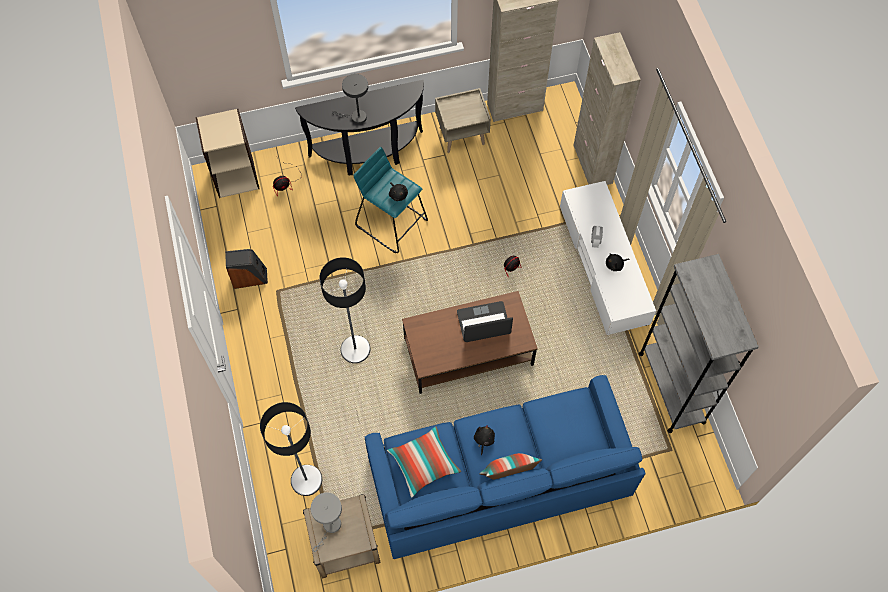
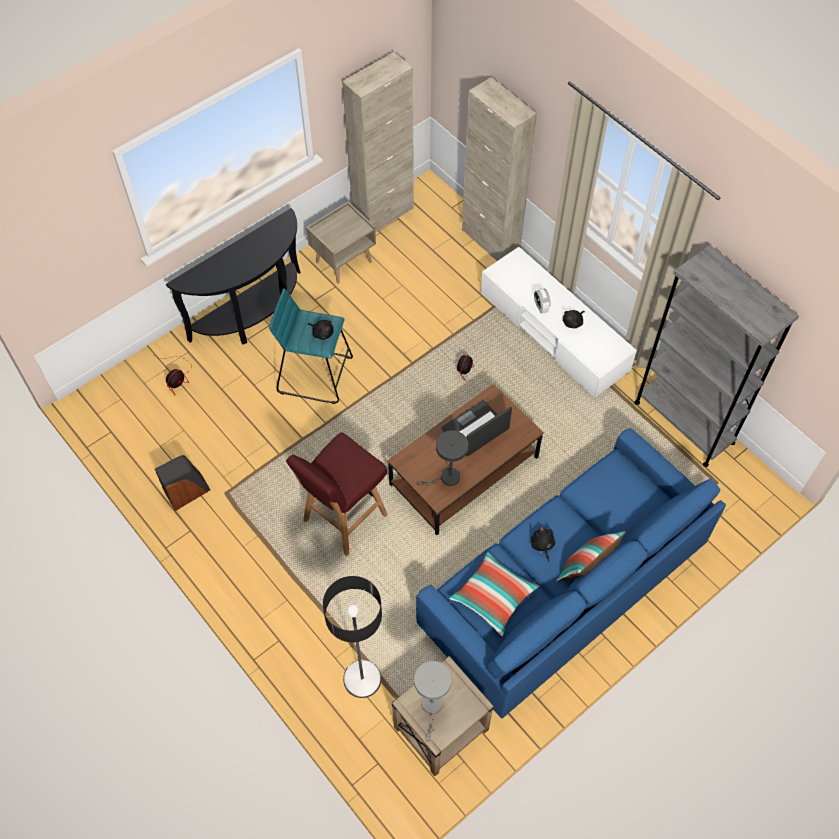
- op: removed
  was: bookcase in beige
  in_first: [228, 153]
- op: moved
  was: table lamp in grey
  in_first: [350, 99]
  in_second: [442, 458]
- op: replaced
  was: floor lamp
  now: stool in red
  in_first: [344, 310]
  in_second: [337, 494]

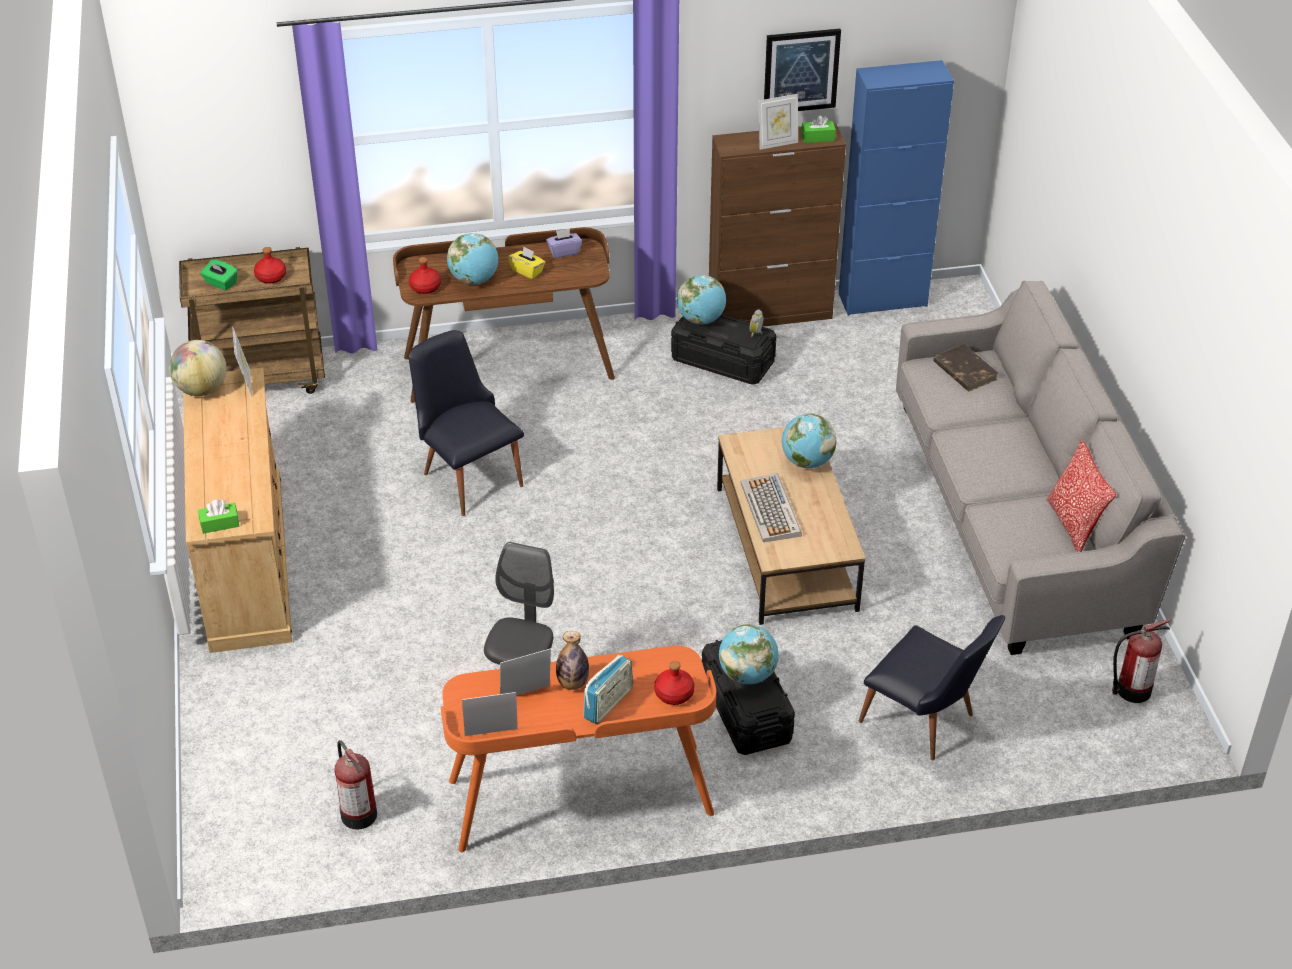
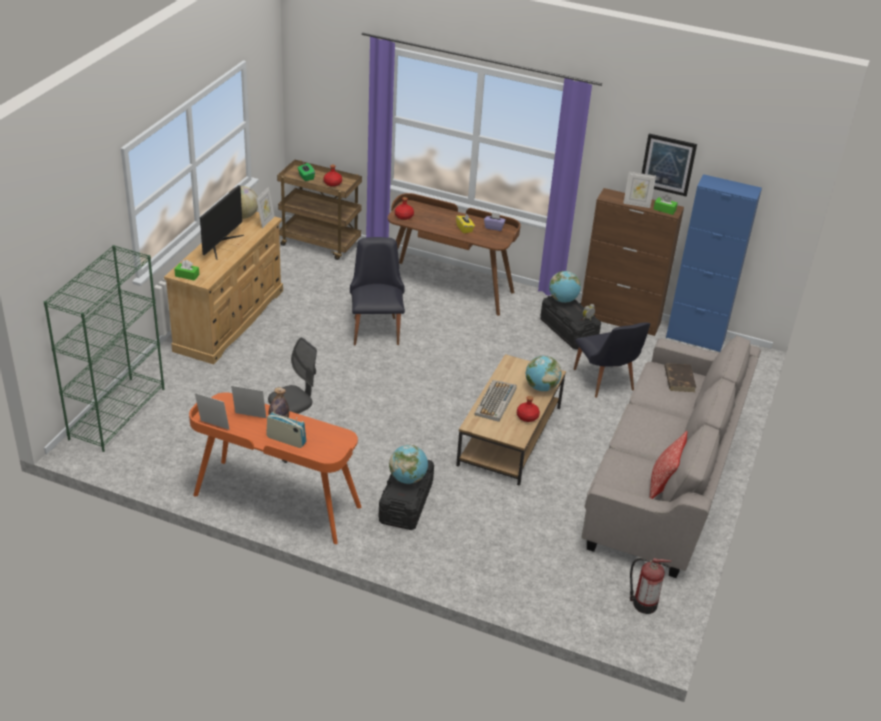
- op: removed
  was: fire extinguisher
  in_first: [355, 784]
- op: removed
  was: globe
  in_first: [472, 259]
- op: added
  now: bookcase in green
  in_second: [104, 348]
- op: added
  now: monitor
  in_second: [222, 222]
- op: moved
  was: bottle in red
  in_first: [674, 683]
  in_second: [528, 409]
- op: moved
  was: chair in black
  in_first: [931, 687]
  in_second: [612, 360]
- op: turned
  was: radio
  in_first: [608, 689]
  in_second: [286, 429]
  clockwise: -135

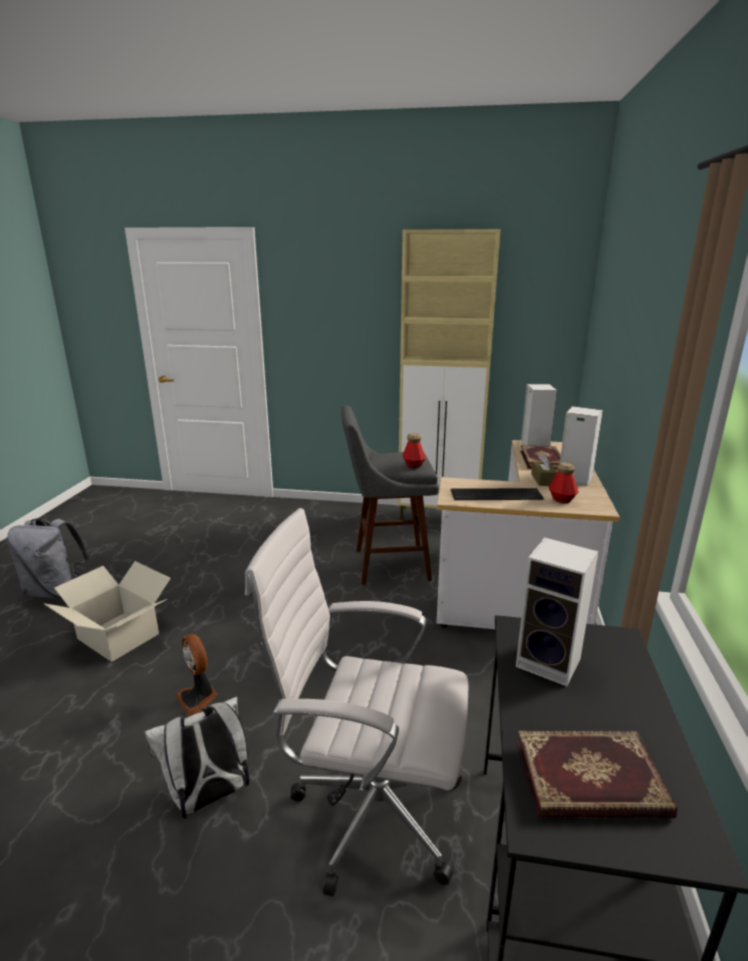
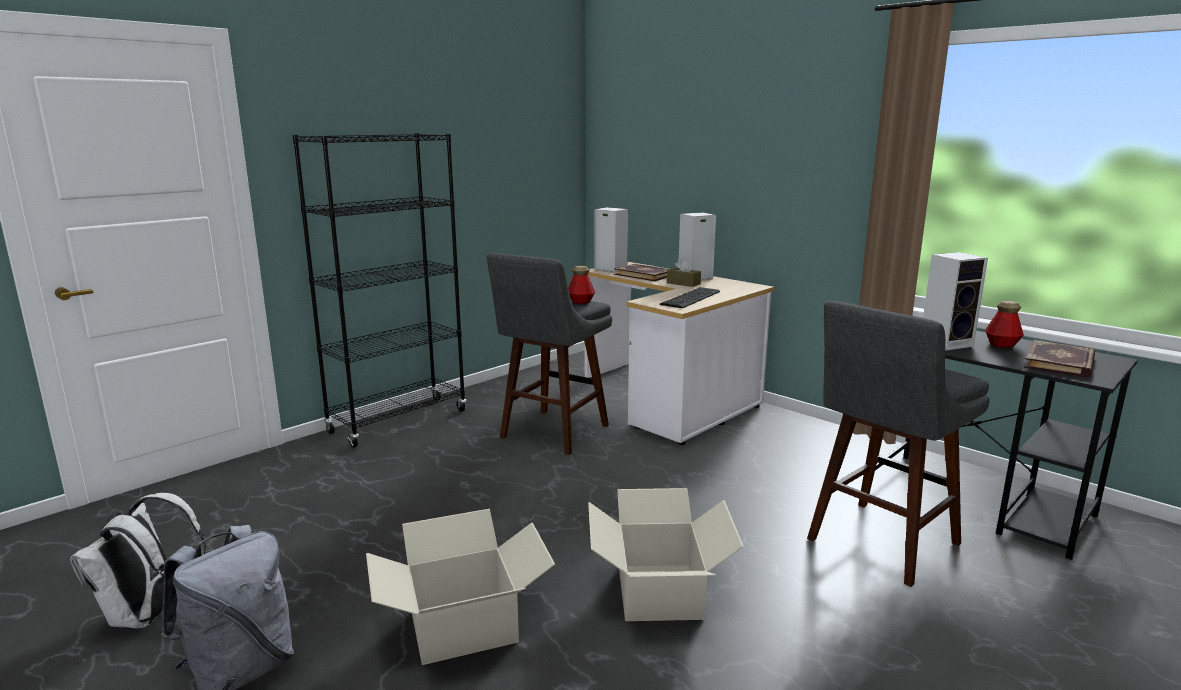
- op: removed
  was: cabinet in beige
  in_first: [449, 374]
- op: added
  now: bookcase in black
  in_second: [379, 290]
- op: moved
  was: backpack in white
  in_first: [196, 758]
  in_second: [138, 560]
- op: moved
  was: bottle
  in_first: [563, 482]
  in_second: [1004, 324]
- op: replaced
  was: fan
  now: cardboard box
  in_first: [196, 675]
  in_second: [666, 554]
- op: replaced
  was: office chair in white
  now: stool in grey
  in_first: [356, 702]
  in_second: [898, 444]

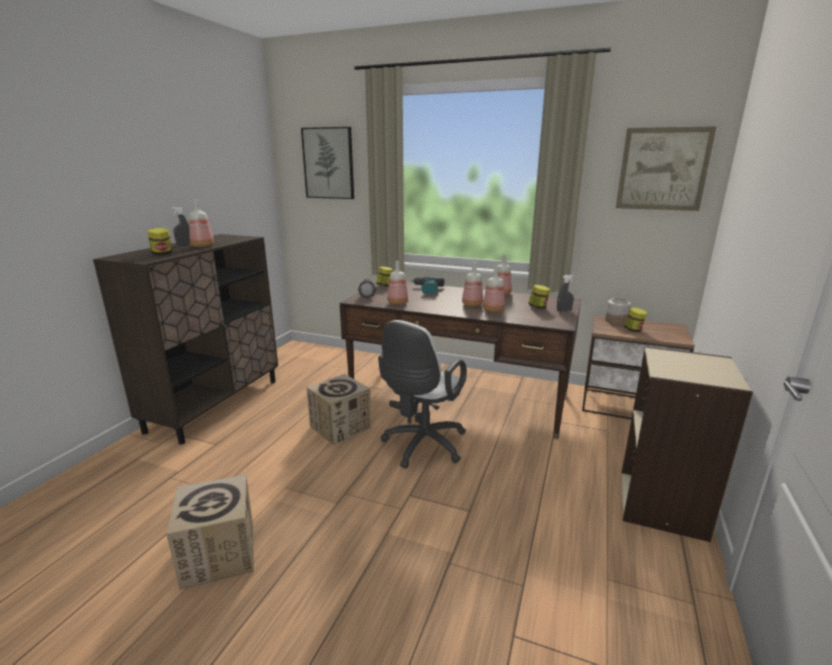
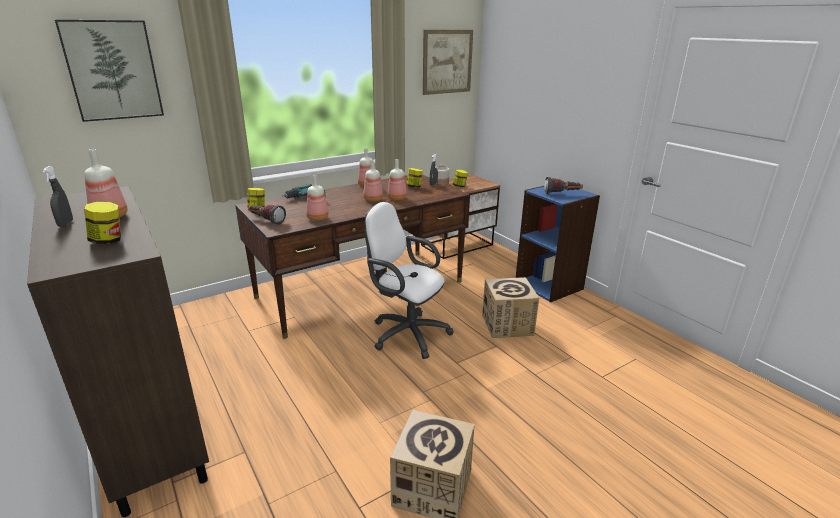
- op: added
  now: flashlight
  in_second: [563, 185]
- op: moved
  was: cardboard box
  in_first: [338, 409]
  in_second: [510, 307]
- op: recoloured
  was: bookcase in beige
  now: bookcase in blue
  in_first: [687, 444]
  in_second: [558, 244]
- op: turned
  was: office chair in white
  in_first: [422, 394]
  in_second: [409, 280]
  clockwise: 150

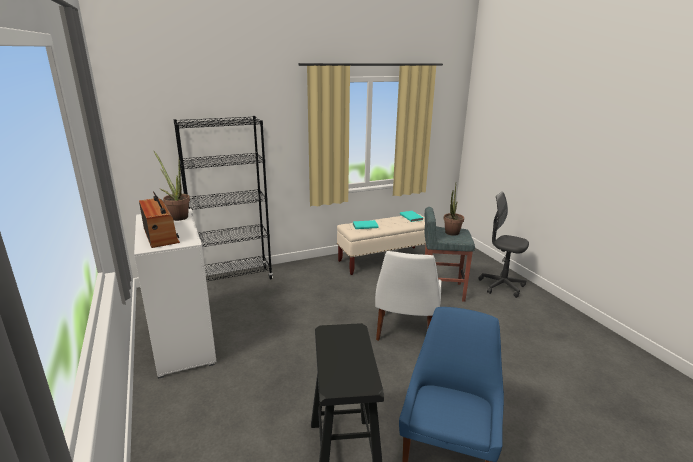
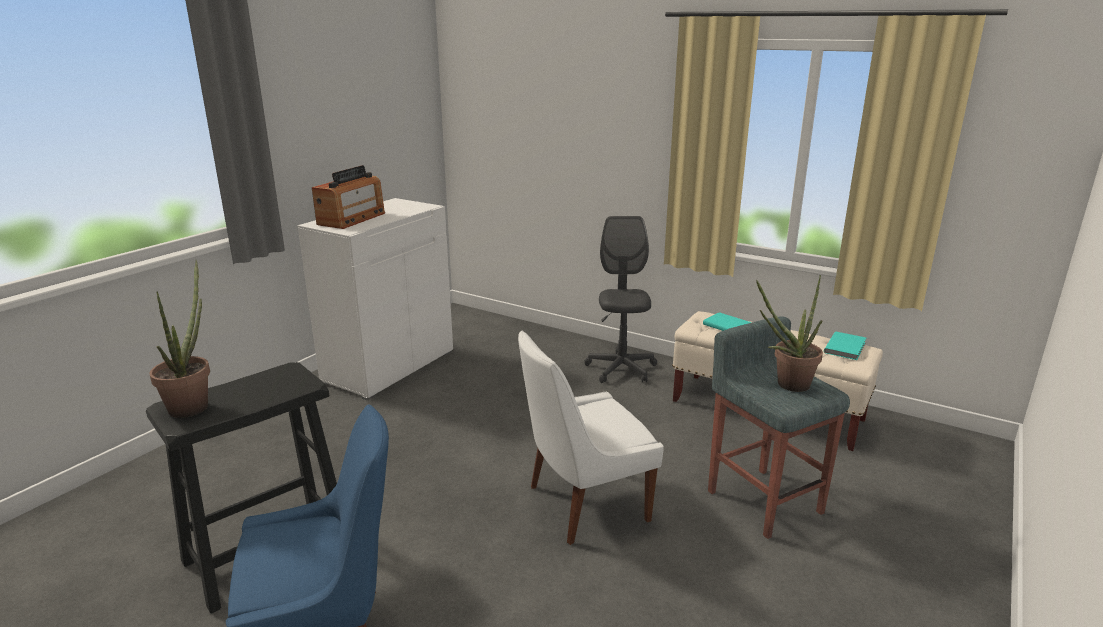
- op: removed
  was: bookcase in black
  in_first: [223, 199]
- op: moved
  was: potted plant
  in_first: [171, 185]
  in_second: [179, 339]
- op: moved
  was: office chair in grey
  in_first: [504, 245]
  in_second: [620, 299]

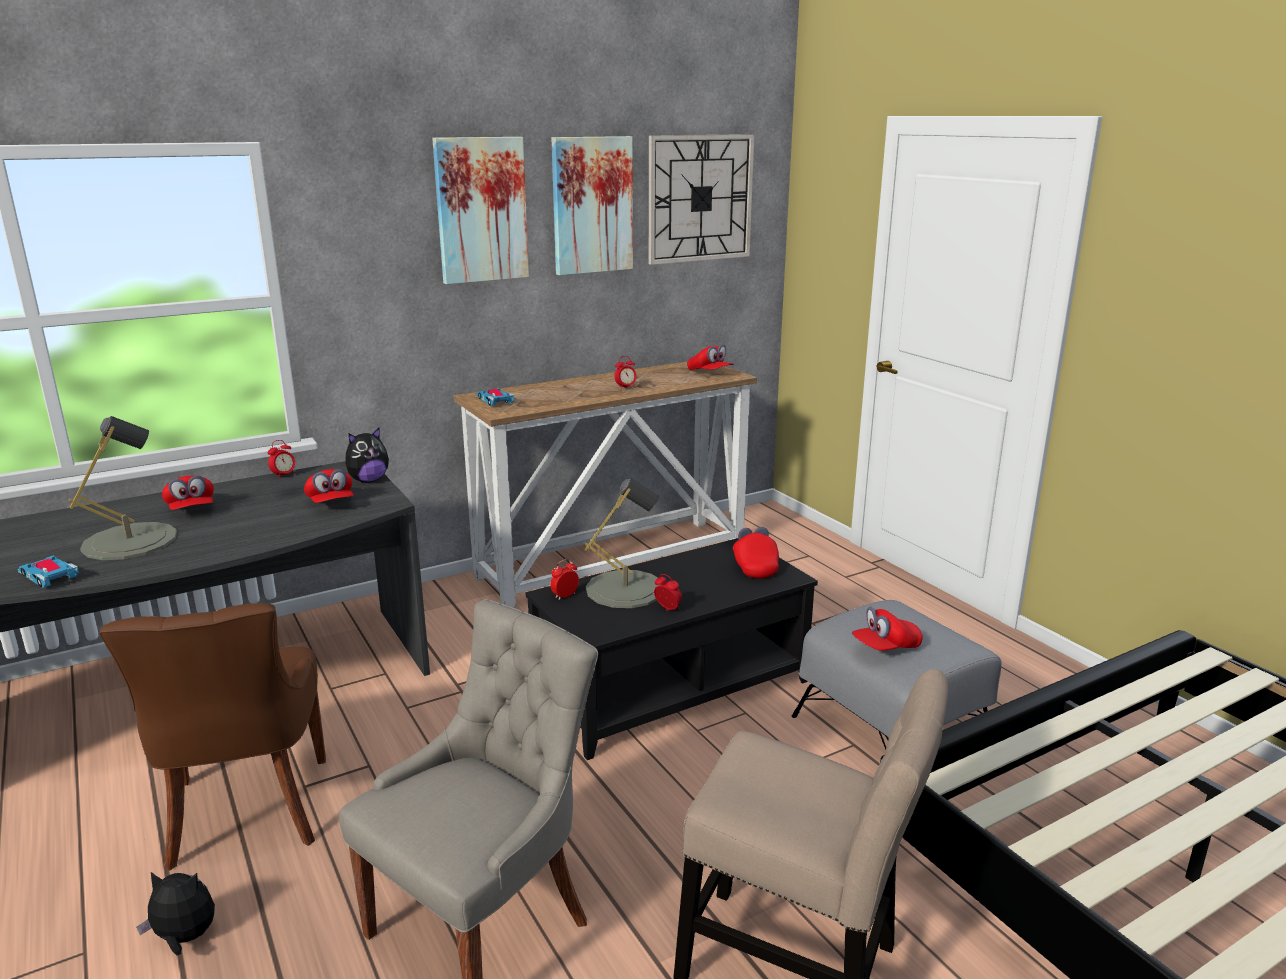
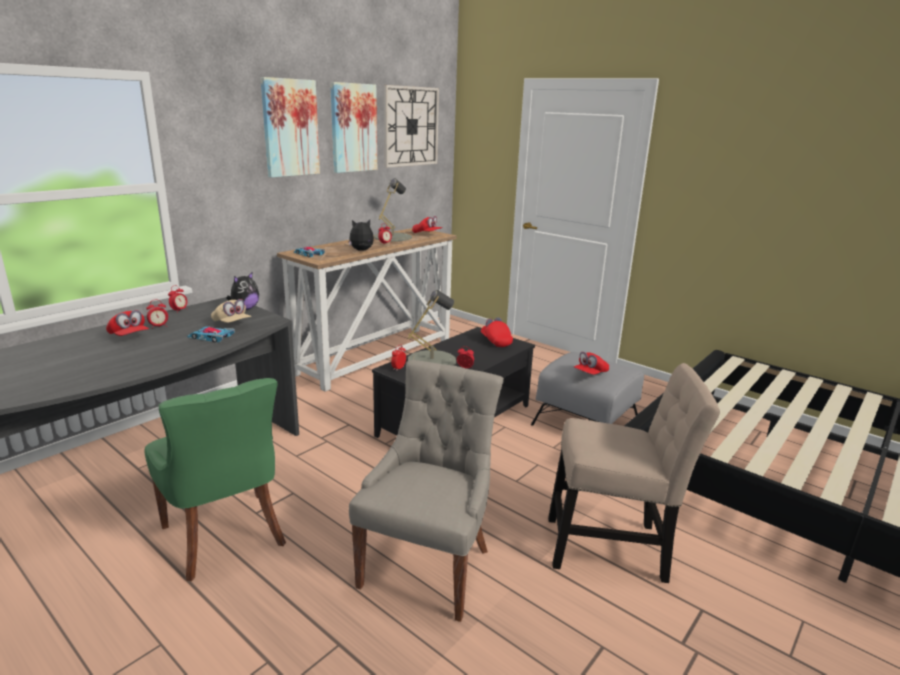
- op: added
  now: alarm clock
  in_second: [157, 314]
- op: moved
  was: toy car
  in_first: [48, 572]
  in_second: [211, 334]
- op: moved
  was: table lamp in grey
  in_first: [123, 488]
  in_second: [393, 210]
- op: moved
  was: plush toy
  in_first: [176, 913]
  in_second: [361, 235]
- op: recoloured
  was: chair in brown
  now: chair in green
  in_first: [212, 737]
  in_second: [215, 479]
- op: recoloured
  was: cap in red
  now: cap in beige
  in_first: [329, 486]
  in_second: [231, 311]

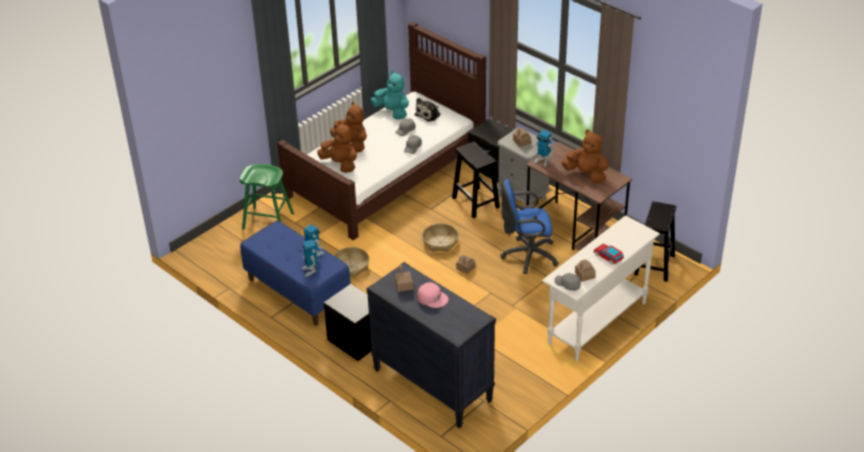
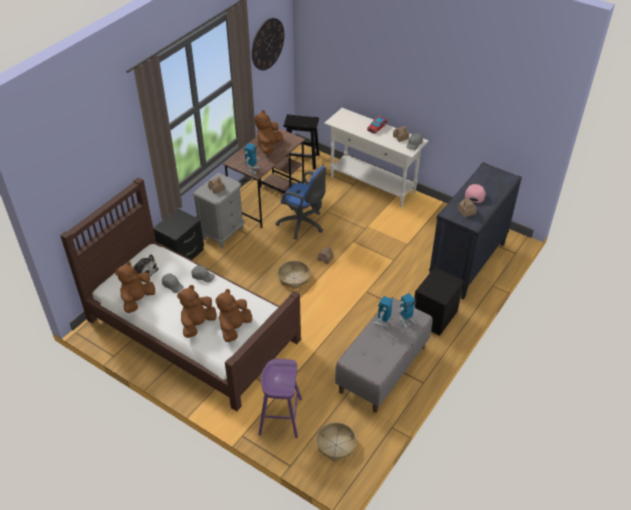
- op: removed
  was: stool in black
  in_first: [476, 180]
- op: added
  now: wall clock
  in_second: [268, 44]
- op: moved
  was: basket
  in_first: [351, 262]
  in_second: [336, 441]
- op: recoloured
  was: stool in green
  now: stool in purple
  in_first: [266, 197]
  in_second: [280, 398]
- op: recoloured
  was: bench in blue
  now: bench in grey
  in_first: [295, 273]
  in_second: [384, 355]
- op: recoloured
  was: plush toy in turquoise
  now: plush toy in brown
  in_first: [390, 95]
  in_second: [135, 287]
- op: turned
  was: office chair in blue
  in_first: [530, 226]
  in_second: [301, 202]
  clockwise: -45

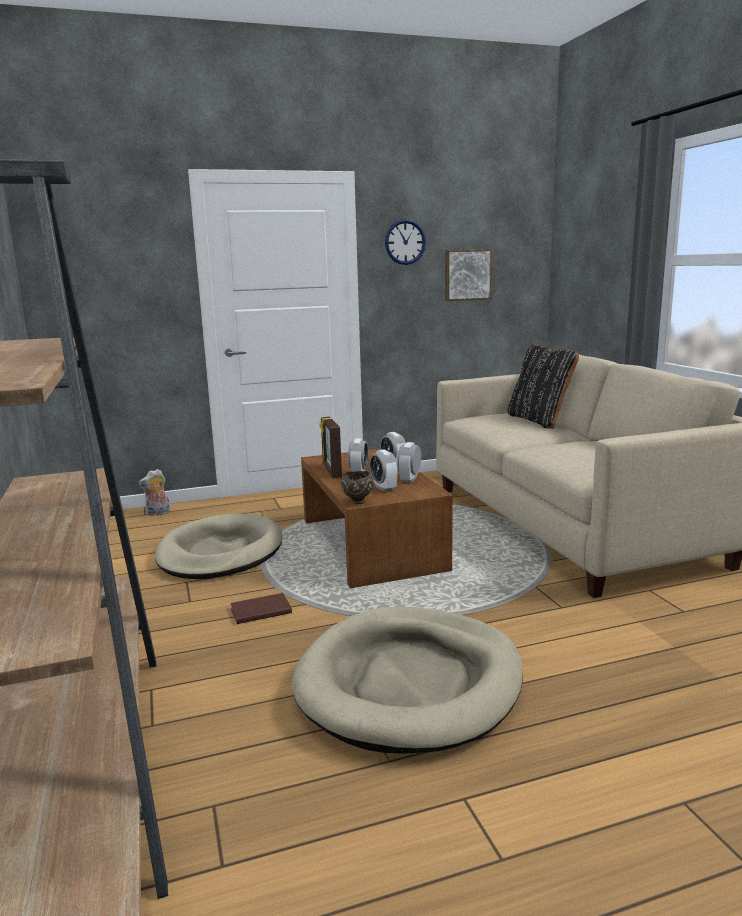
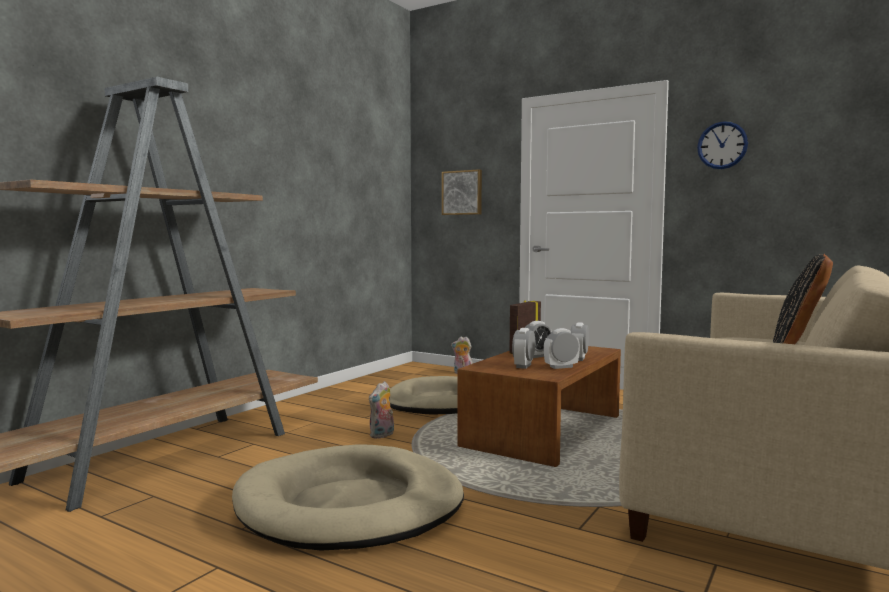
- op: removed
  was: bowl in brown
  in_first: [357, 487]
- op: moved
  was: picture
  in_first: [469, 275]
  in_second: [462, 192]
- op: replaced
  was: book in brown
  now: plush toy
  in_first: [261, 608]
  in_second: [381, 410]

